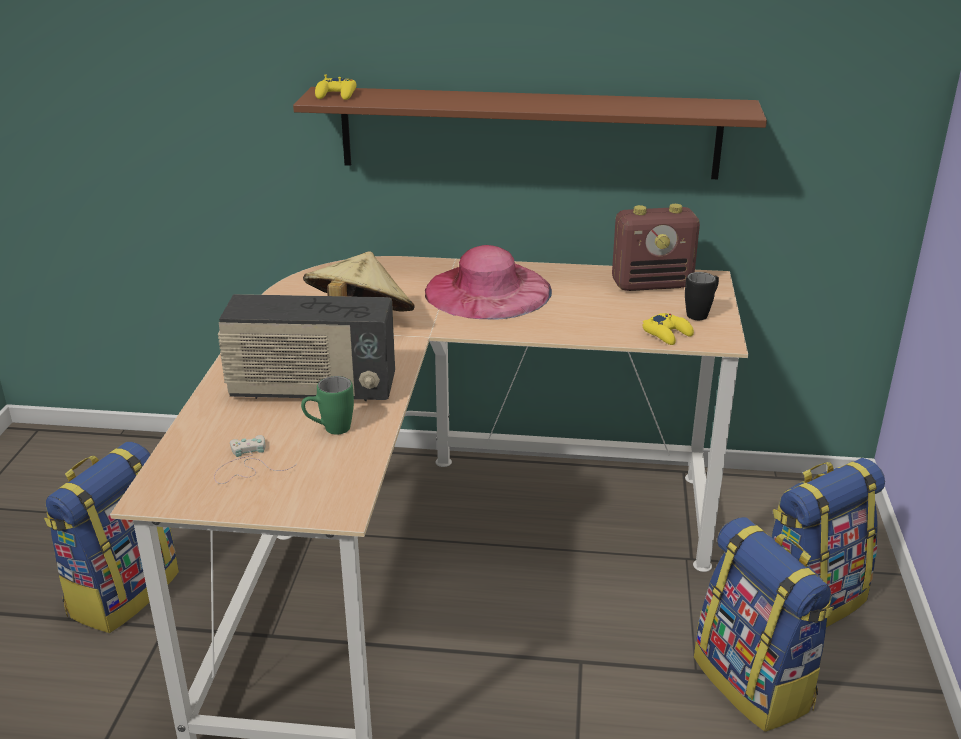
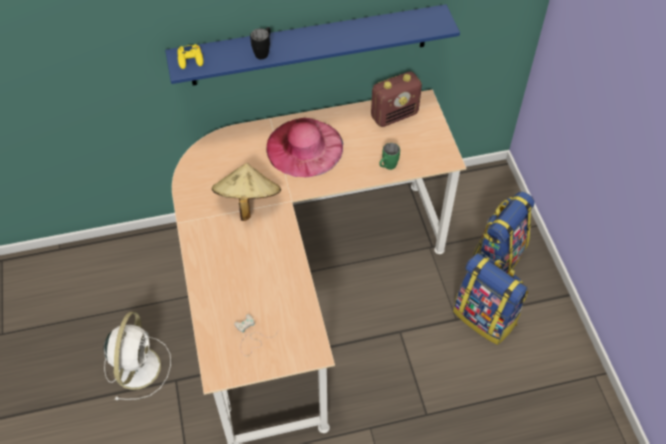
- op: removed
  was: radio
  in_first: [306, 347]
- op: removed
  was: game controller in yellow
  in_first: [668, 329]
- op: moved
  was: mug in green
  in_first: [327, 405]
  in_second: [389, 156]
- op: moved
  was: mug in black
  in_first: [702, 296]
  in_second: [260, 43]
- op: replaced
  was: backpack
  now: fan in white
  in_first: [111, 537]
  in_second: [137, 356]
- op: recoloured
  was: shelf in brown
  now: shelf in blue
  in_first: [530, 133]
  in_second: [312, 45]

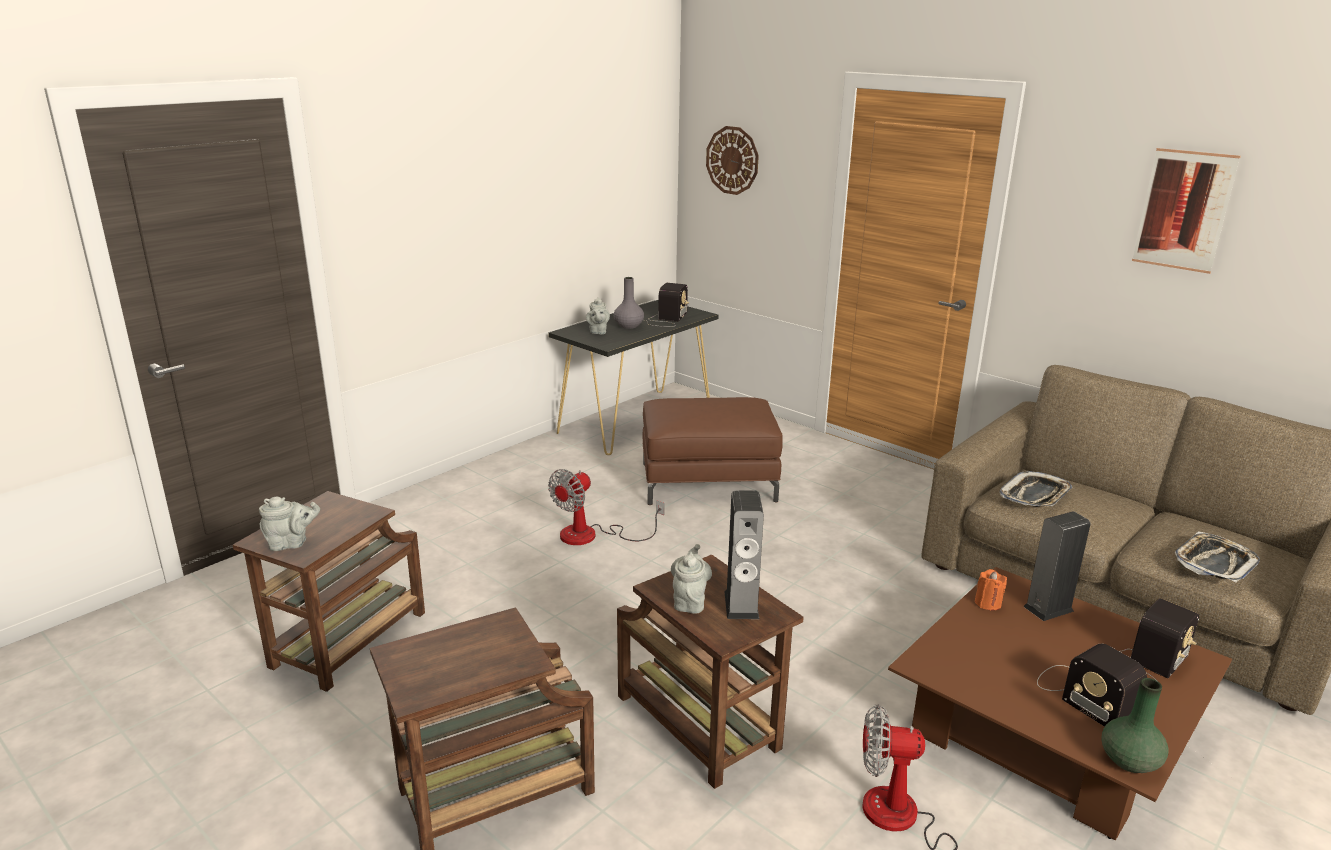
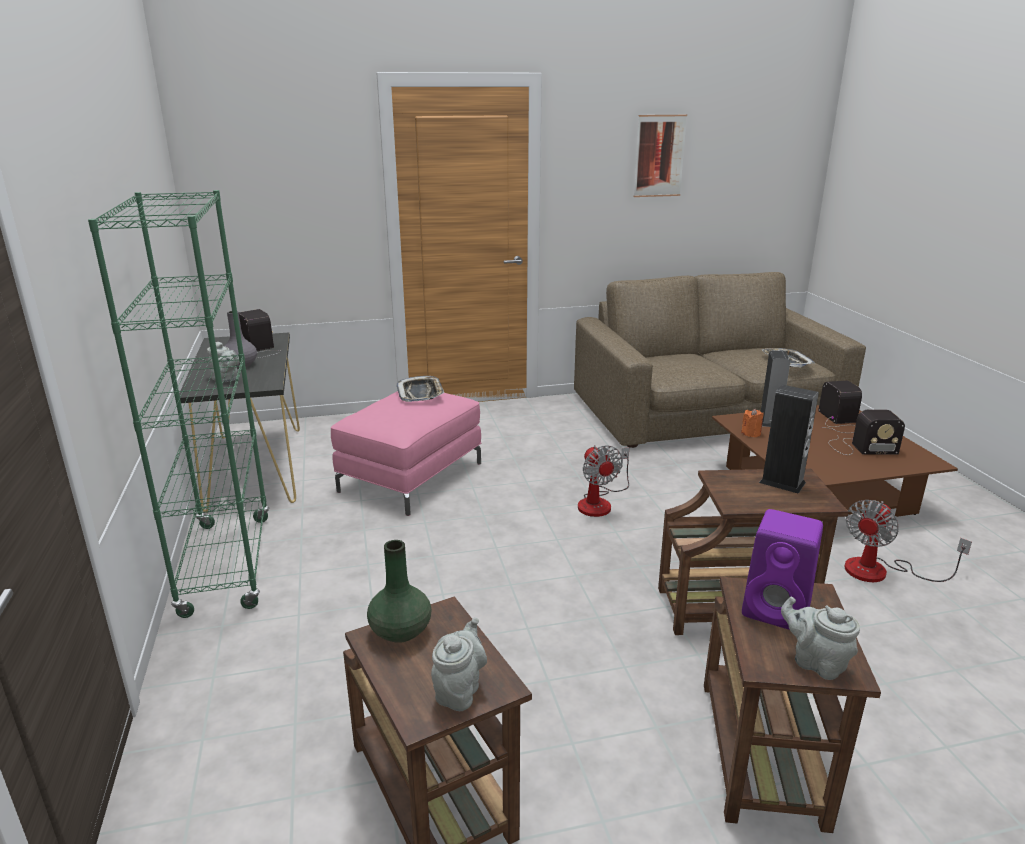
- op: removed
  was: wall clock
  in_first: [732, 160]
- op: added
  now: bookcase in green
  in_second: [178, 404]
- op: added
  now: speaker in purple
  in_second: [782, 569]
- op: moved
  was: fan
  in_first: [606, 507]
  in_second: [603, 481]
- op: moved
  was: teapot in grey
  in_first: [691, 579]
  in_second: [820, 638]
- op: moved
  was: tray
  in_first: [1035, 489]
  in_second: [420, 389]
- op: moved
  was: vase in green
  in_first: [1135, 725]
  in_second: [399, 591]
- op: recoloured
  was: ottoman in brown
  now: ottoman in pink
  in_first: [712, 451]
  in_second: [406, 453]

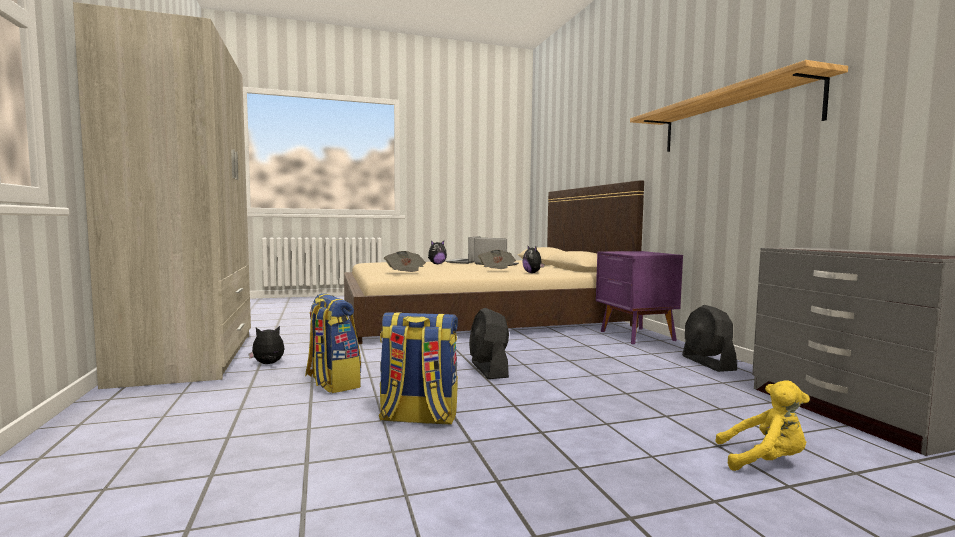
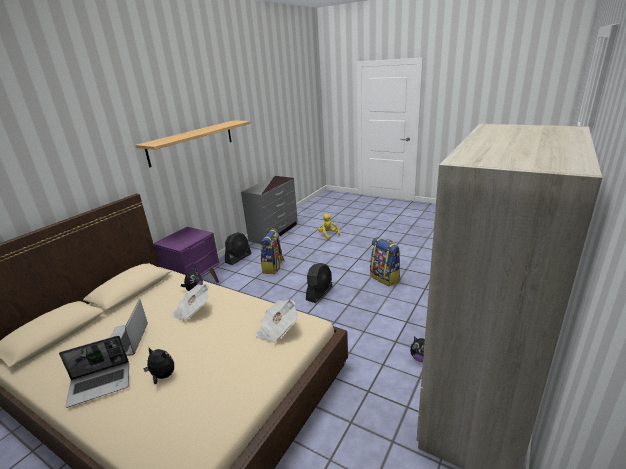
- op: moved
  was: backpack
  in_first: [333, 343]
  in_second: [273, 251]

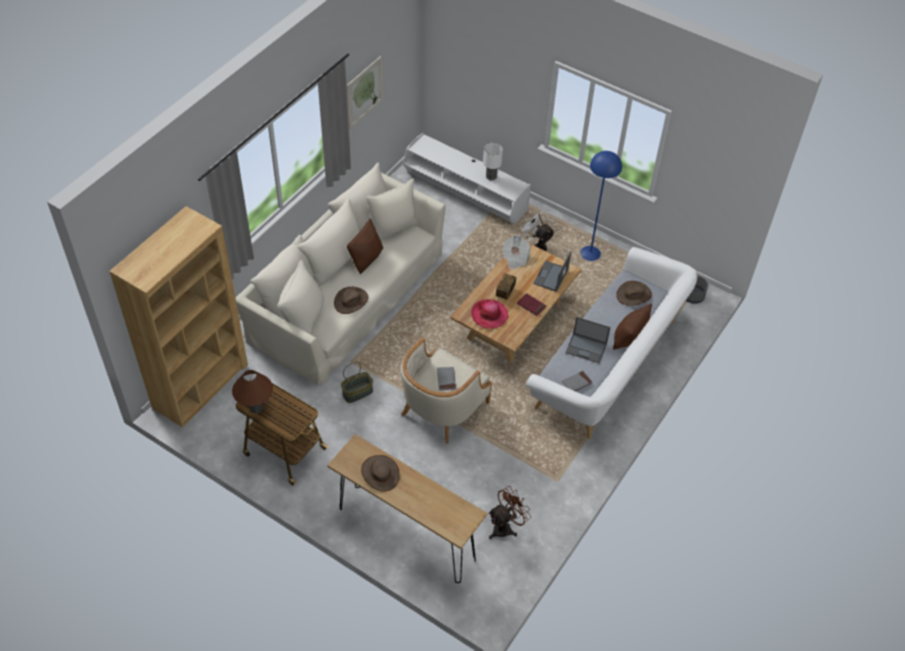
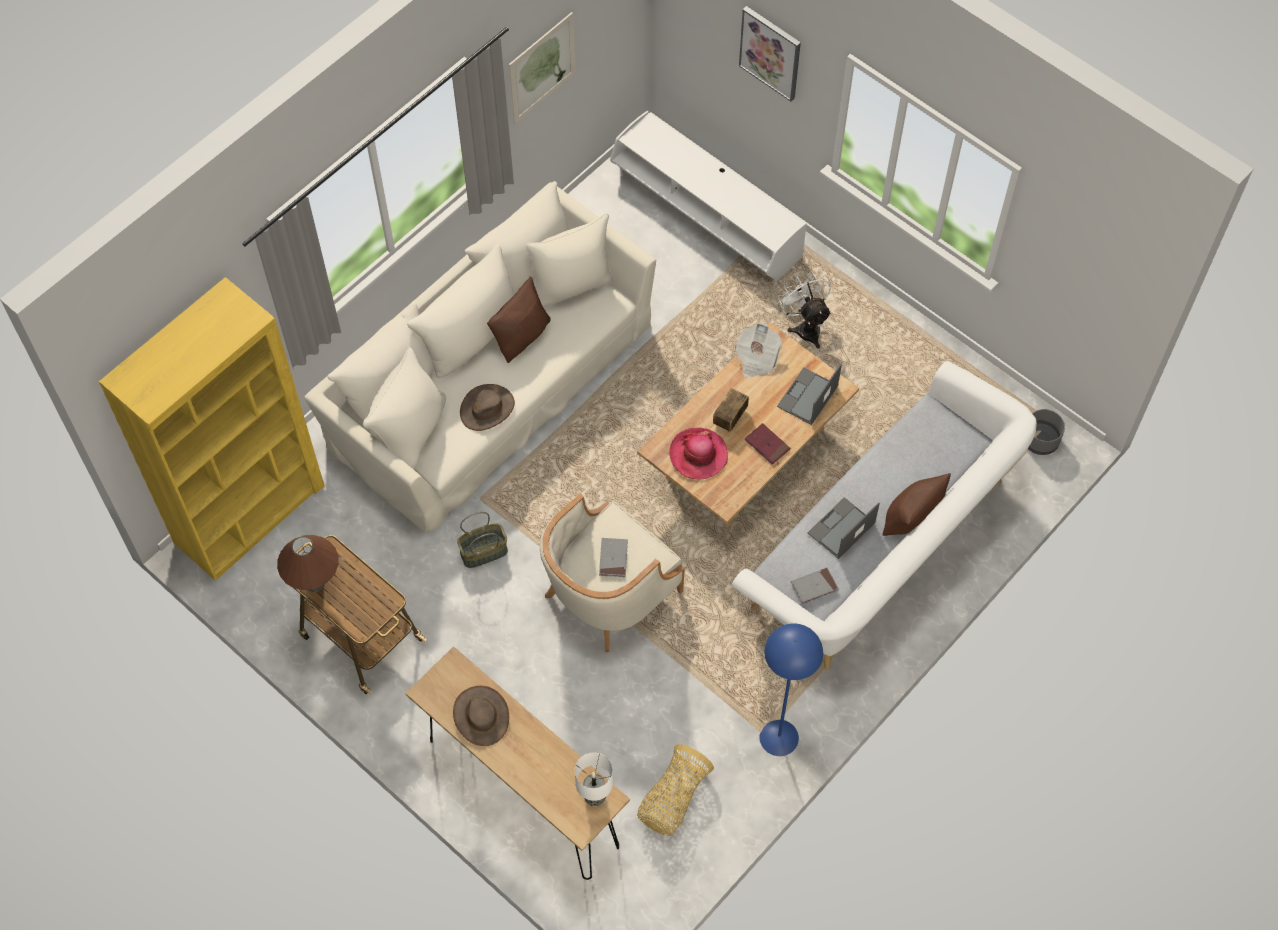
- op: removed
  was: hat in brown
  in_first: [634, 293]
- op: added
  now: picture
  in_second: [770, 54]
- op: moved
  was: table lamp
  in_first: [493, 162]
  in_second: [594, 779]
- op: moved
  was: floor lamp in blue
  in_first: [601, 206]
  in_second: [791, 689]
- op: replaced
  was: fan in brown
  now: basket
  in_first: [509, 512]
  in_second: [675, 790]
- op: recoloured
  was: bookcase in brown
  now: bookcase in yellow
  in_first: [178, 317]
  in_second: [211, 429]
- op: turned
  was: laptop
  in_first: [588, 340]
  in_second: [843, 528]
  clockwise: 105

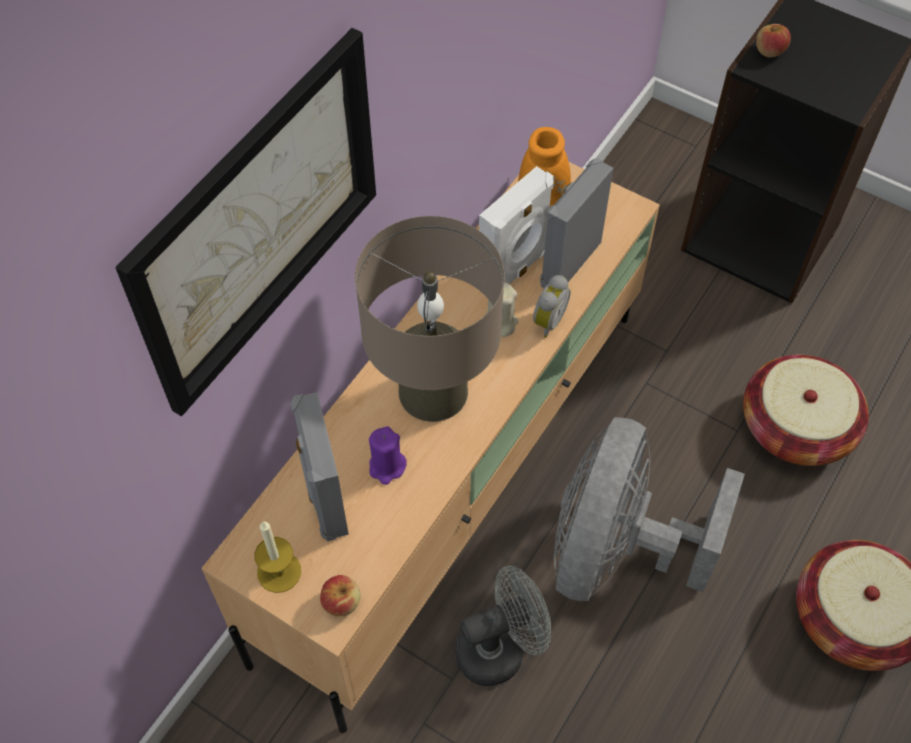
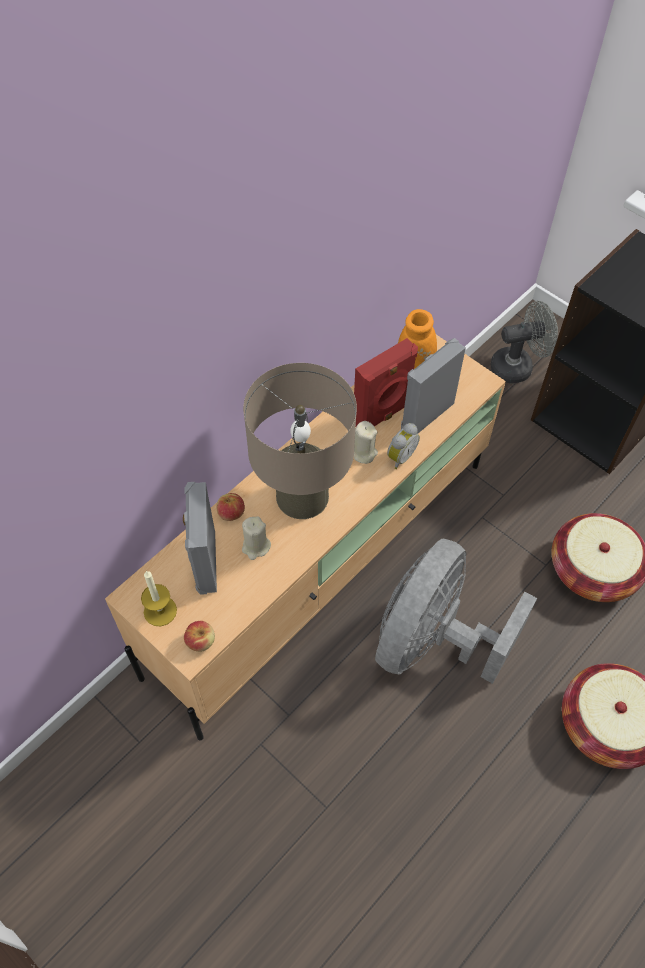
- op: removed
  was: picture
  in_first: [245, 222]
- op: moved
  was: fan in grey
  in_first: [503, 625]
  in_second: [524, 342]
- op: moved
  was: apple
  in_first: [773, 40]
  in_second: [230, 507]
- op: recoloured
  was: candle in purple
  now: candle in beige
  in_first: [387, 455]
  in_second: [256, 538]
- op: recoloured
  was: speaker in white
  now: speaker in red
  in_first: [516, 225]
  in_second: [386, 382]

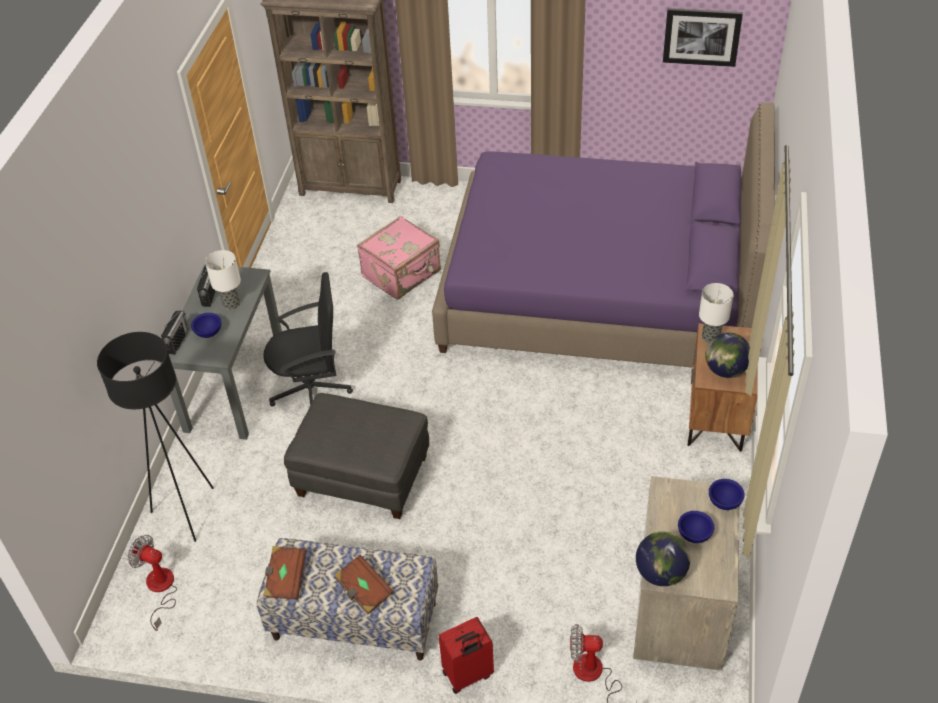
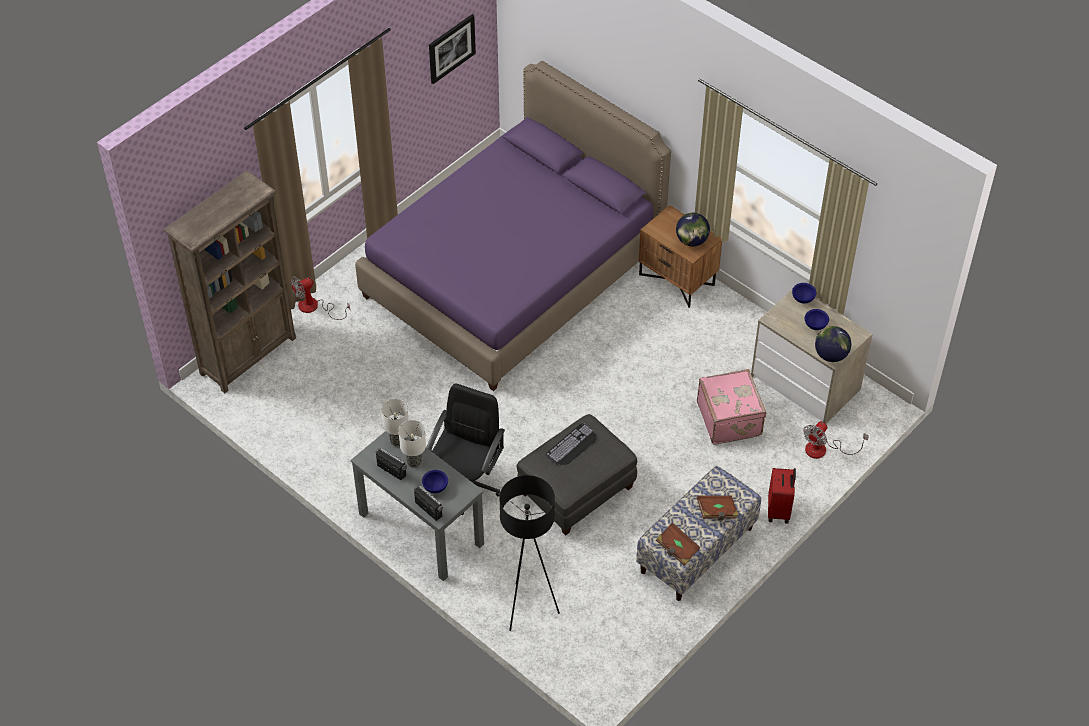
- op: added
  now: keyboard
  in_second: [570, 444]
- op: moved
  was: fan
  in_first: [152, 583]
  in_second: [320, 298]
- op: moved
  was: suitcase in pink
  in_first: [399, 257]
  in_second: [731, 407]
- op: moved
  was: table lamp
  in_first: [716, 313]
  in_second: [395, 423]

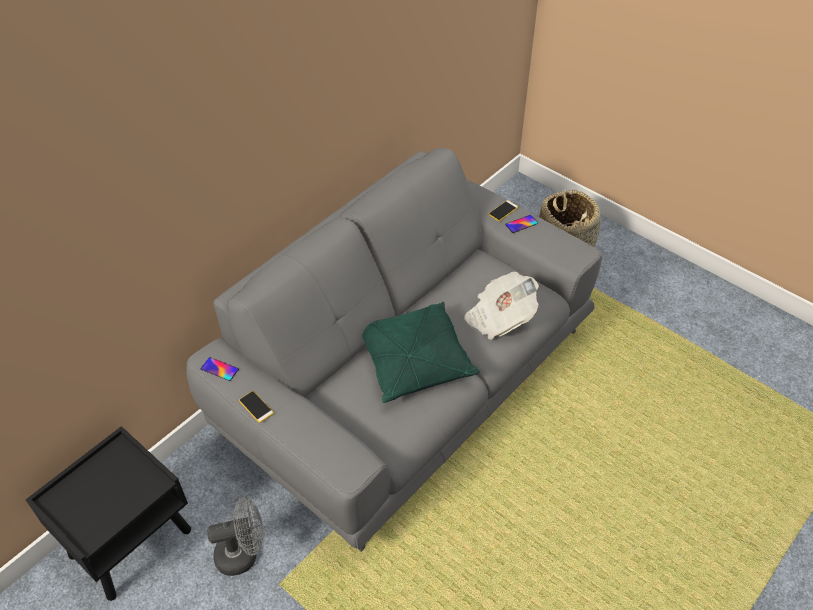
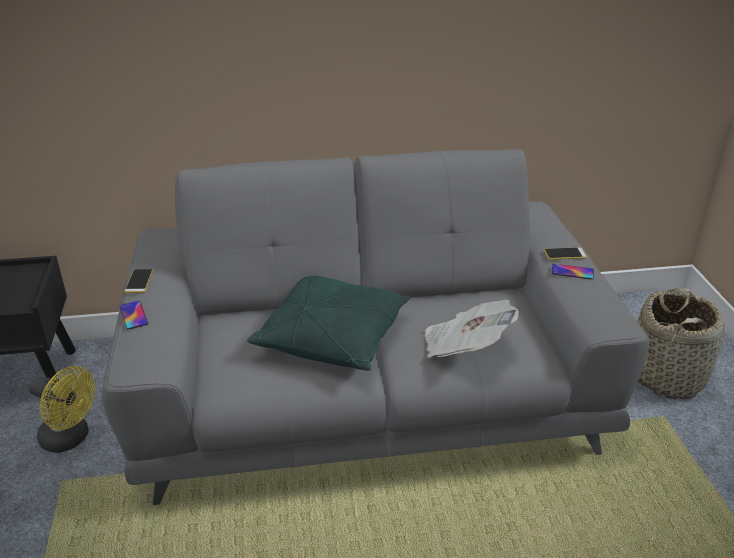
- op: moved
  was: phone
  in_first: [220, 369]
  in_second: [133, 315]
- op: recoloured
  was: fan in grey
  now: fan in yellow
  in_first: [235, 536]
  in_second: [62, 409]

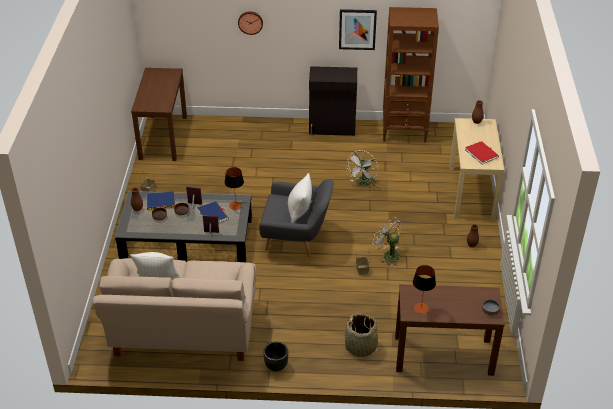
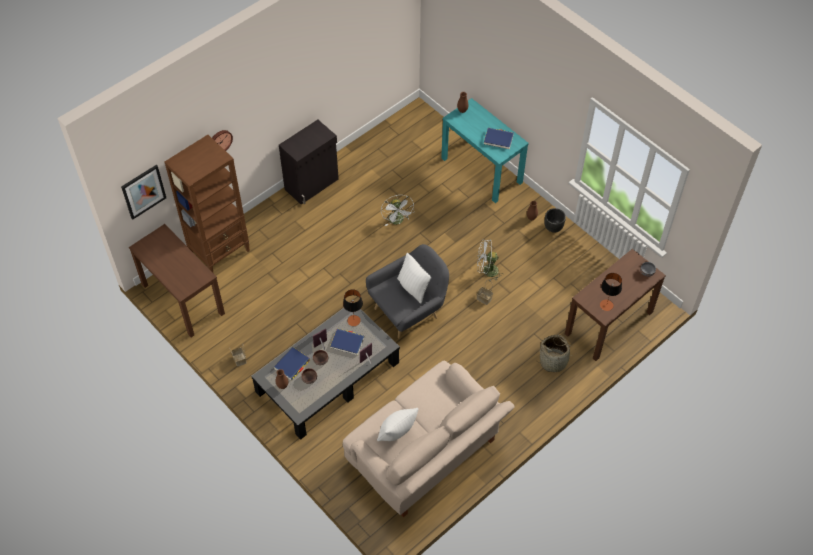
- op: moved
  was: planter in black
  in_first: [275, 356]
  in_second: [555, 220]
- op: moved
  was: picture
  in_first: [358, 29]
  in_second: [143, 192]
- op: moved
  was: bookcase in brown
  in_first: [411, 74]
  in_second: [207, 203]
- op: recoloured
  was: console table in beige
  now: console table in turquoise
  in_first: [476, 169]
  in_second: [485, 150]
- op: recoloured
  was: book in red
  now: book in blue
  in_first: [482, 153]
  in_second: [499, 138]

